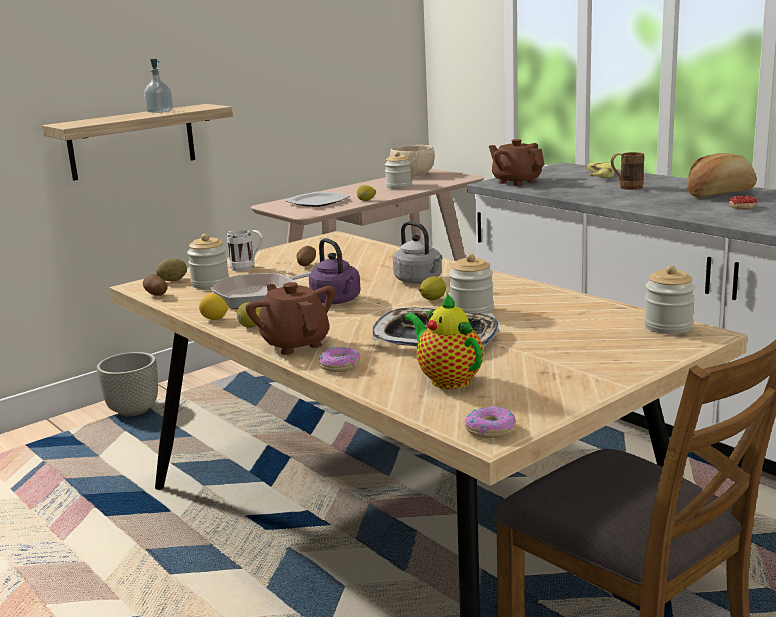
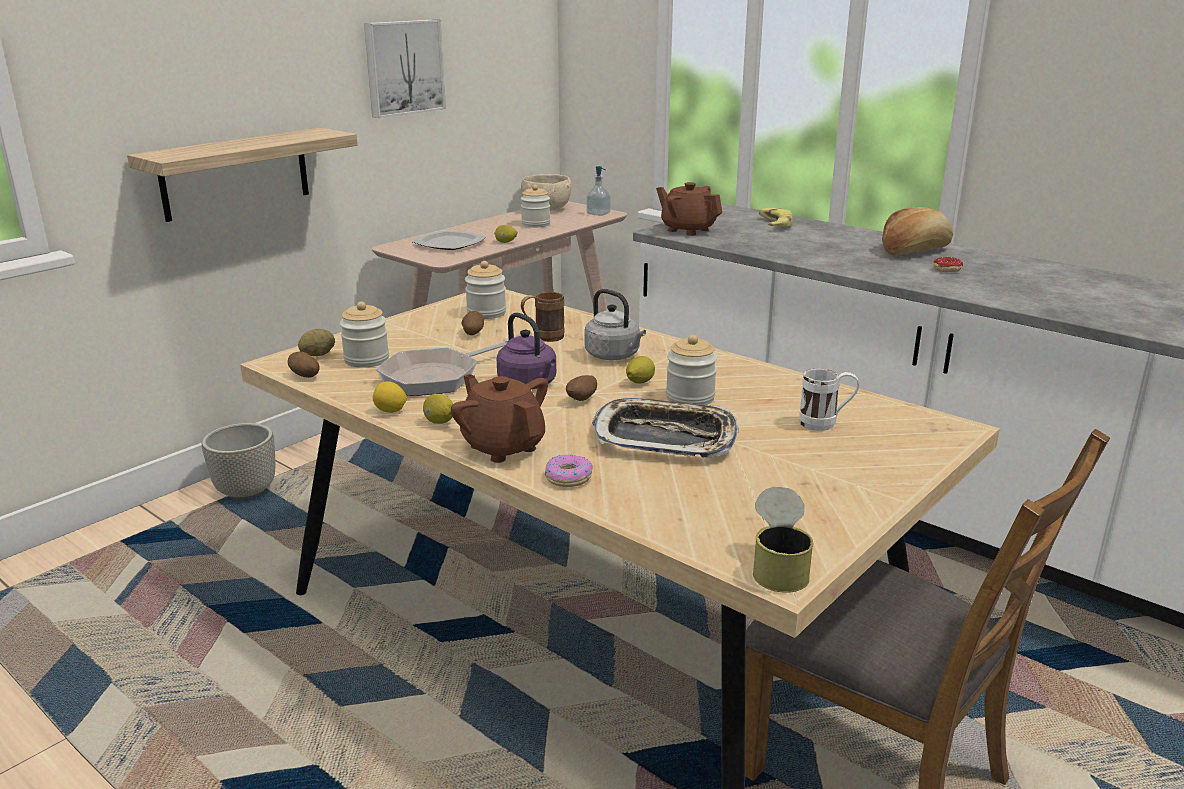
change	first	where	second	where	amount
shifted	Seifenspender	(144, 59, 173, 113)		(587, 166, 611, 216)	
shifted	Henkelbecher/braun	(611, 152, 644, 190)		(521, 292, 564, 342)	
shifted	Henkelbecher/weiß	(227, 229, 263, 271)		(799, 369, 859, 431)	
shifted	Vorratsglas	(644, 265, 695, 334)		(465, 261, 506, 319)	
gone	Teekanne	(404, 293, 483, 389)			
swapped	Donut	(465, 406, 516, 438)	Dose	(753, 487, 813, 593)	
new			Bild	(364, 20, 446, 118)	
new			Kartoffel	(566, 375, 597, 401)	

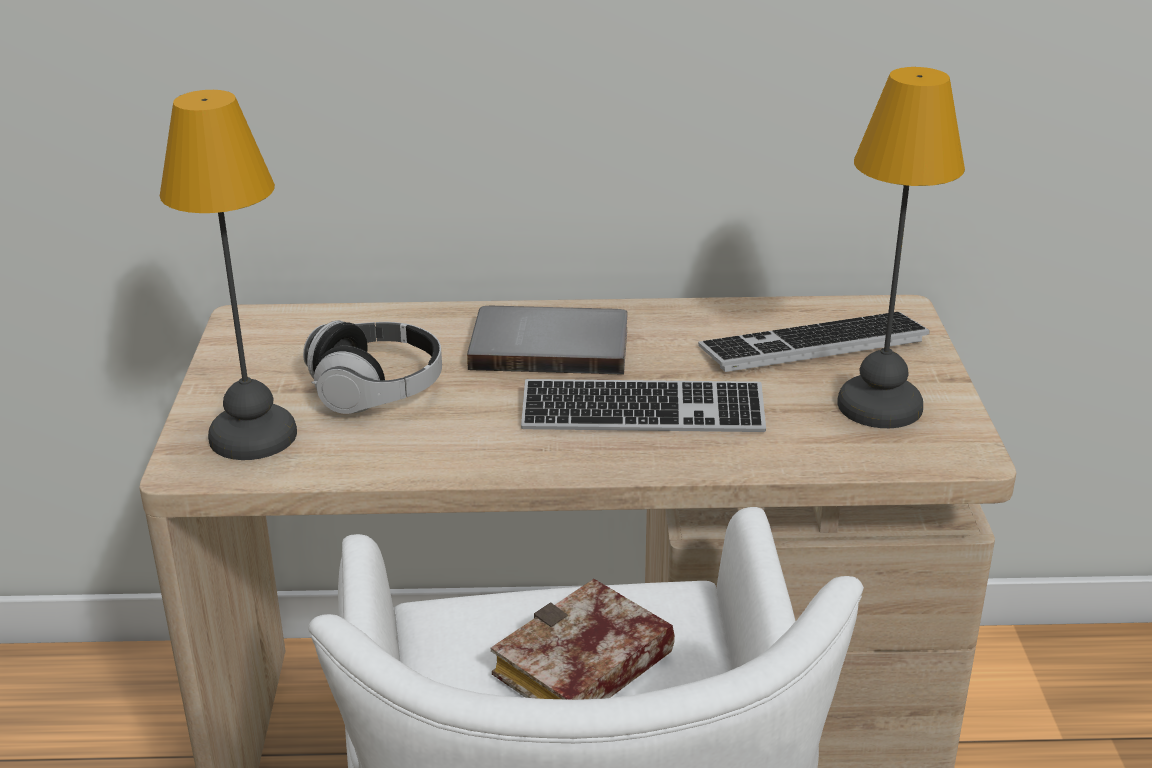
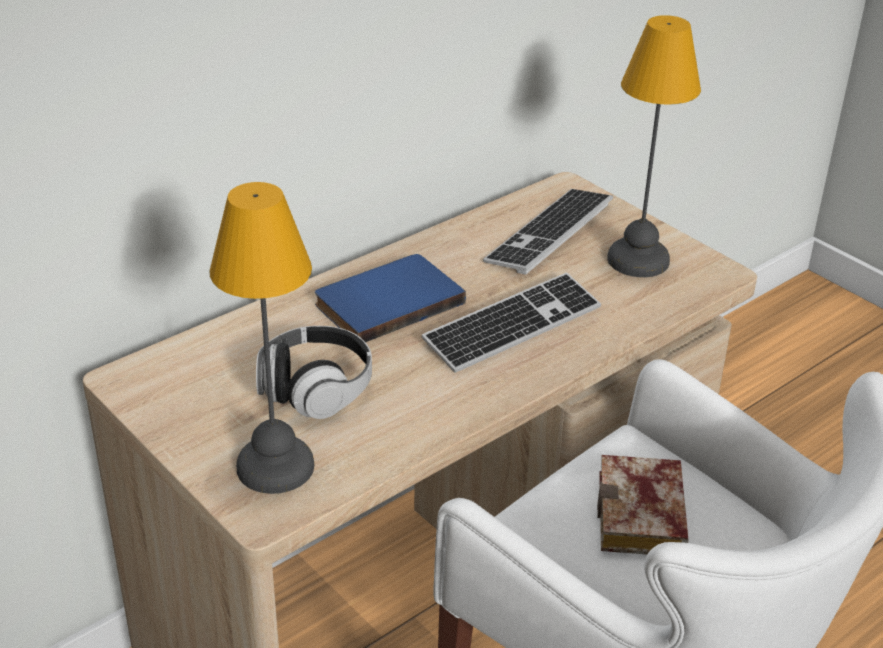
change	first	where	second	where	amount
repainted	Buch/grau	(467, 306, 628, 374)	Buch/blau	(315, 254, 466, 342)	

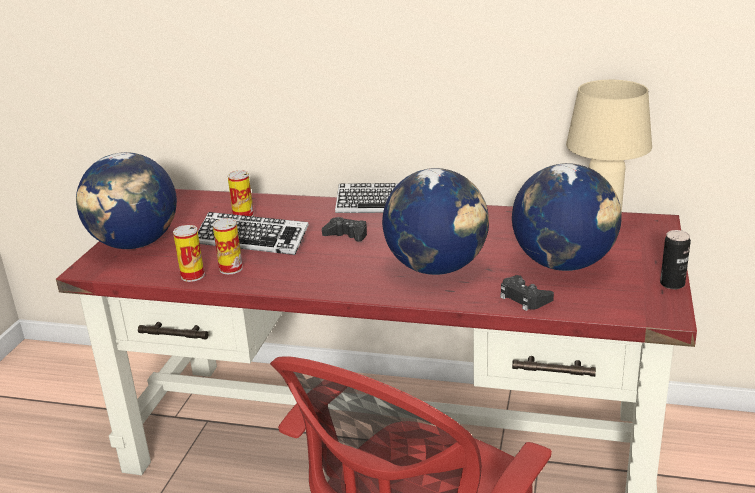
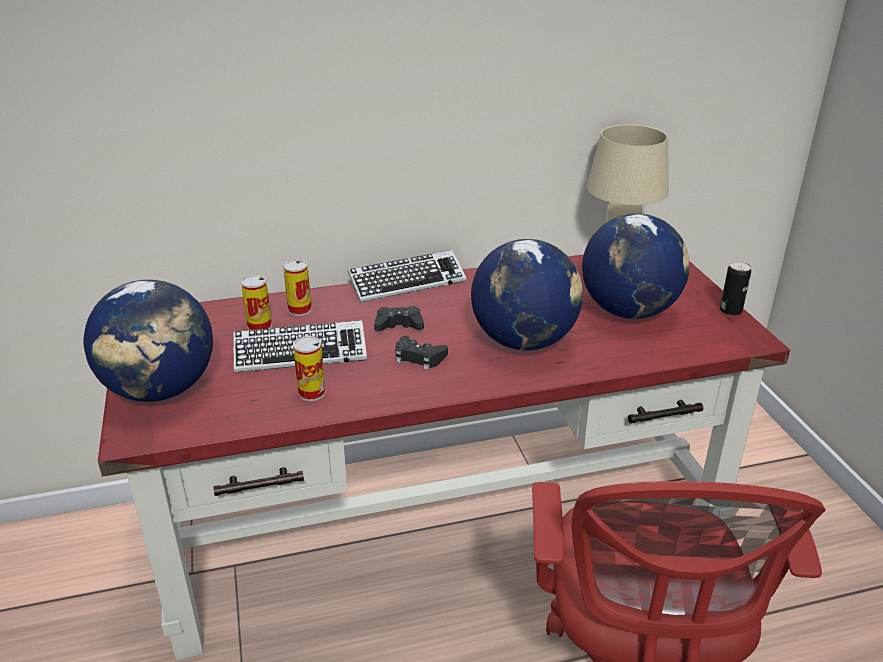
change	first	where	second	where	amount
shifted	Dose	(173, 225, 205, 282)		(283, 259, 312, 316)	
shifted	Gamepad/schwarz	(500, 275, 554, 311)		(396, 336, 448, 370)	

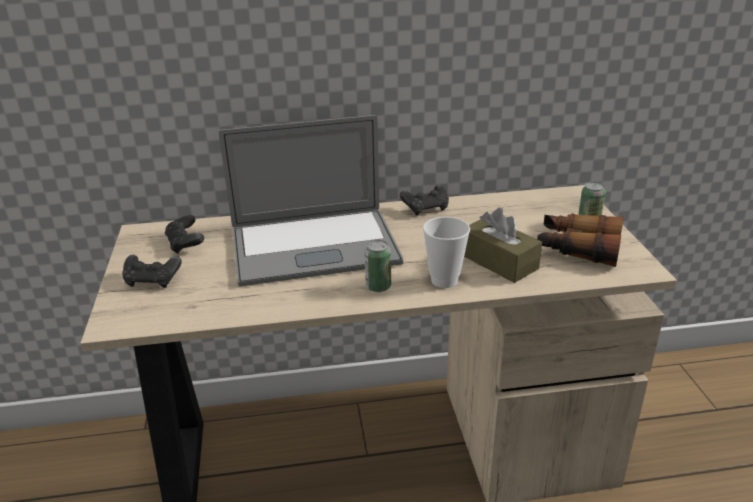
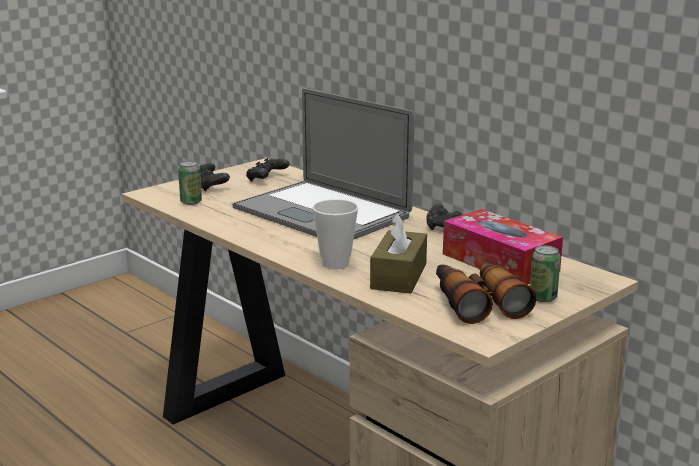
change	first	where	second	where	amount
shifted	Dose	(365, 240, 391, 292)		(178, 161, 202, 205)	
new			Taschentuchbox	(443, 209, 563, 285)	

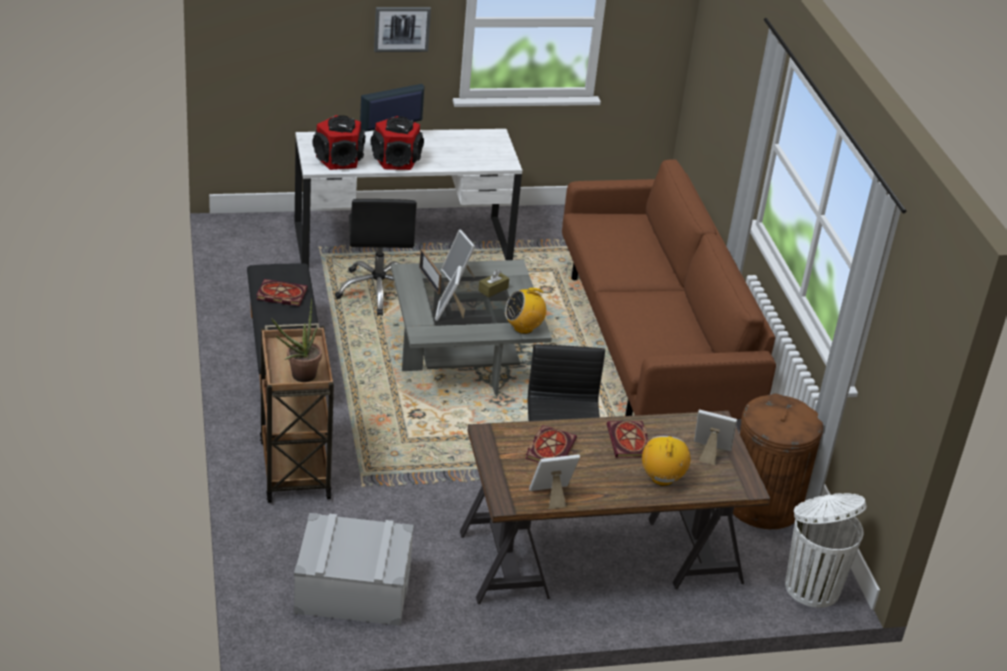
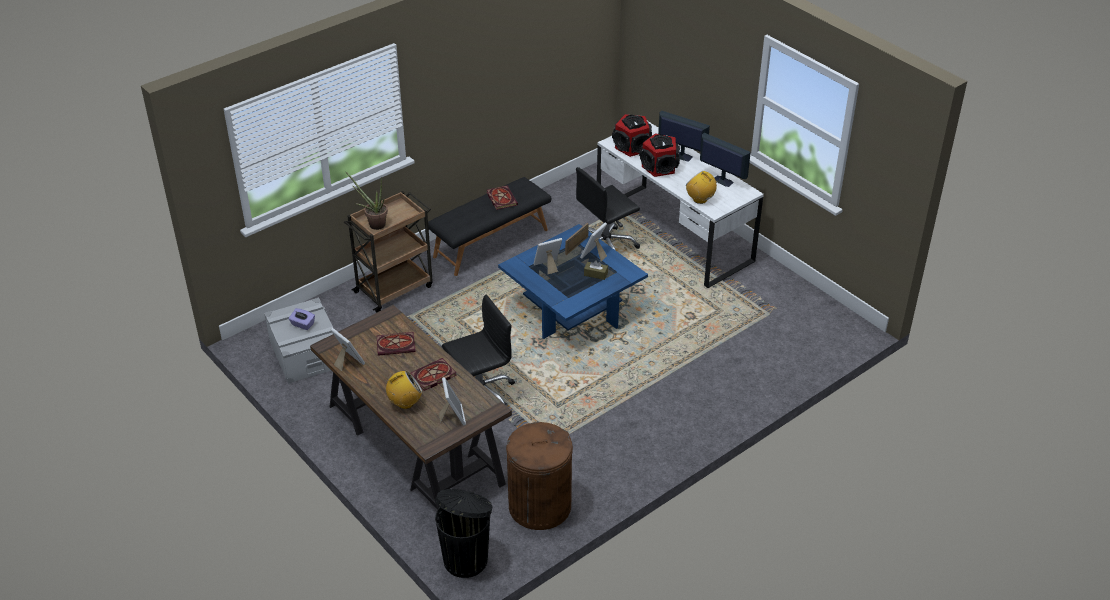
change	first	where	second	where	amount
gone	Bild	(374, 7, 431, 52)			
gone	Sofa/braun	(562, 159, 776, 419)			
repainted	Couchtisch/grau	(391, 260, 552, 395)	Couchtisch/blau	(498, 224, 648, 339)	
shifted	Radio	(505, 287, 546, 334)		(686, 171, 720, 204)	
repainted	Mülleimer/weiß	(785, 493, 867, 608)	Mülleimer/schwarz	(435, 489, 492, 578)	
new			Monitor	(700, 133, 751, 187)	
new			Taschentuchbox/lila	(289, 308, 315, 330)	

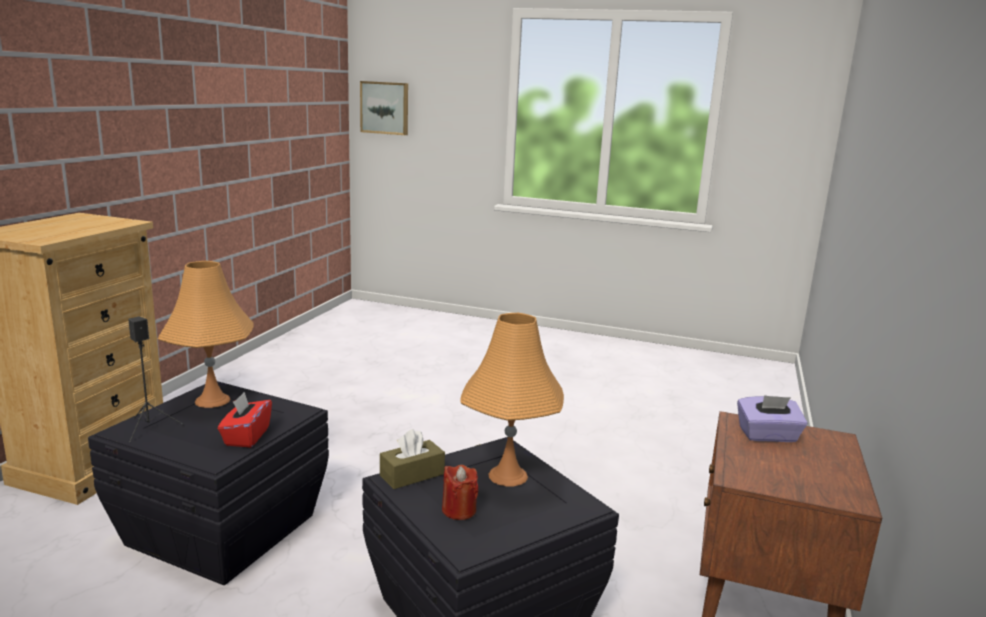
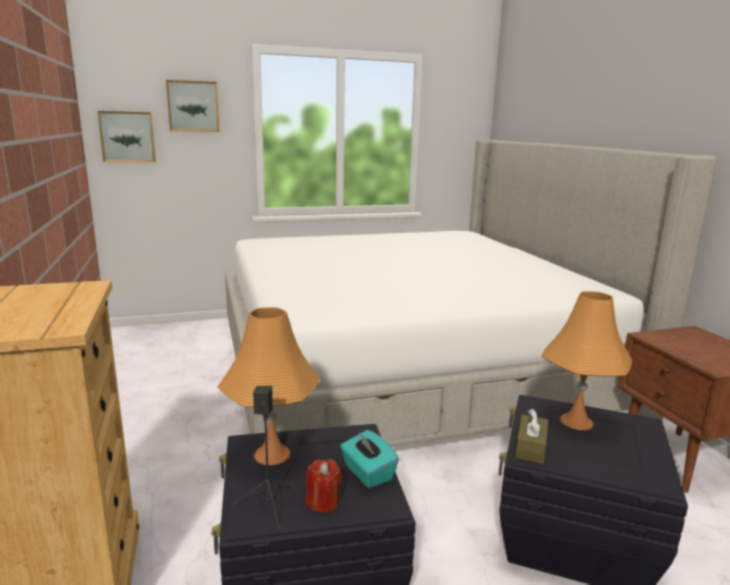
change	first	where	second	where	amount
repainted	Taschentuchbox/rot	(218, 392, 272, 448)	Taschentuchbox/türkis	(340, 430, 399, 489)	
gone	Taschentuchbox/lila	(737, 395, 807, 442)			
shifted	Kerze/rot	(442, 465, 478, 520)		(306, 459, 342, 513)	
new			Bild	(166, 80, 220, 132)	
new			Bett	(225, 140, 717, 447)	

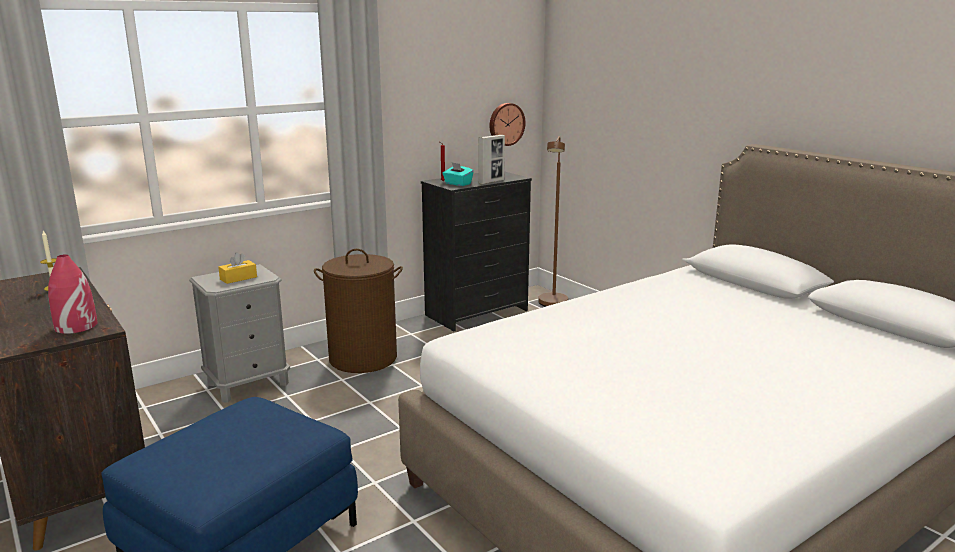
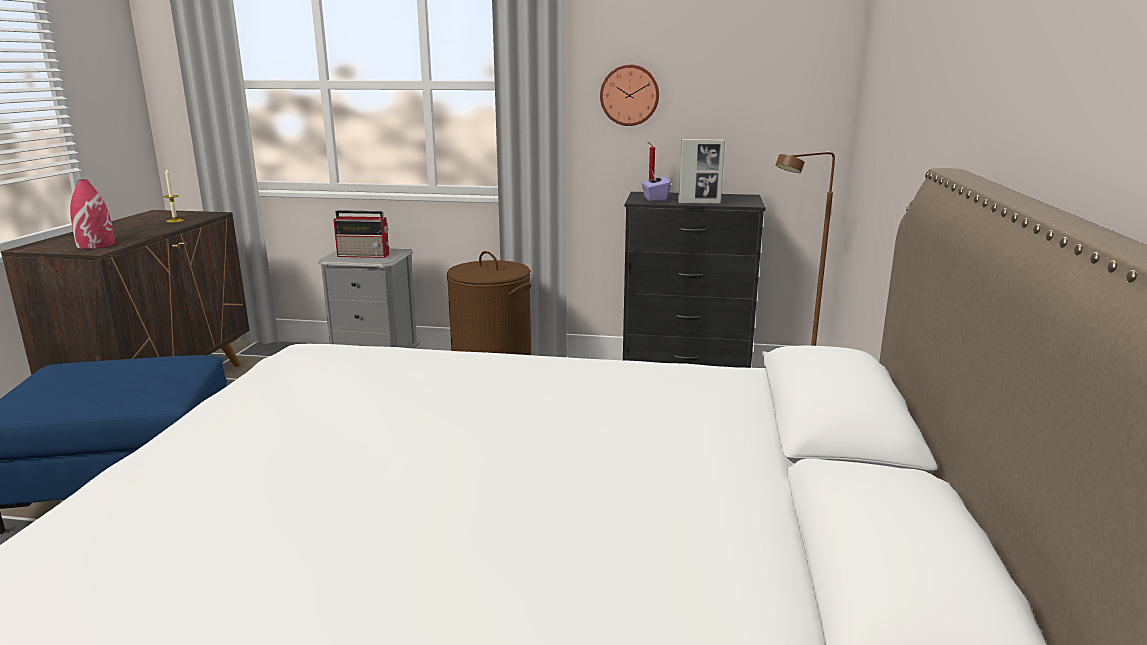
change	first	where	second	where	amount
shifted	Wanduhr	(490, 103, 526, 146)		(600, 65, 659, 126)	
repainted	Taschentuchbox/türkis	(442, 162, 474, 186)	Taschentuchbox/lila	(642, 171, 671, 202)	
swapped	Taschentuchbox/gelb	(218, 252, 257, 284)	Radio	(334, 210, 389, 258)	

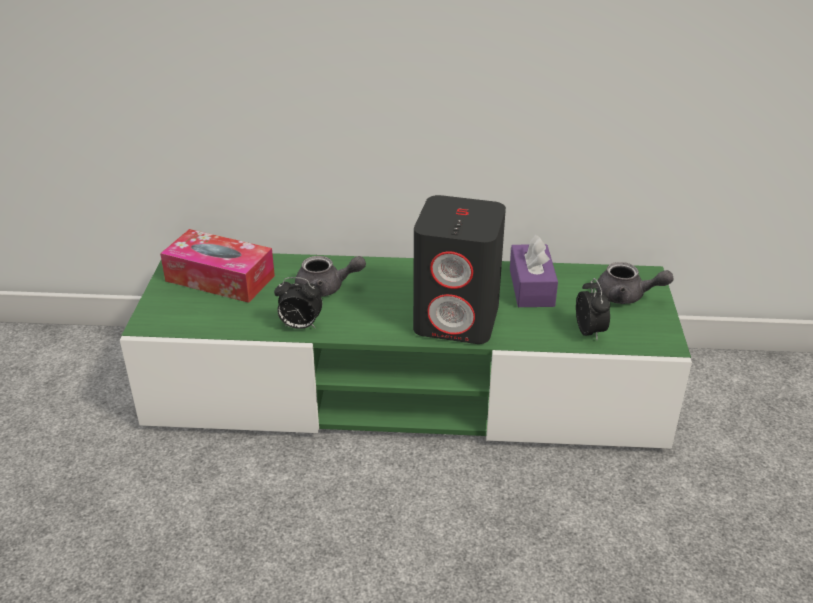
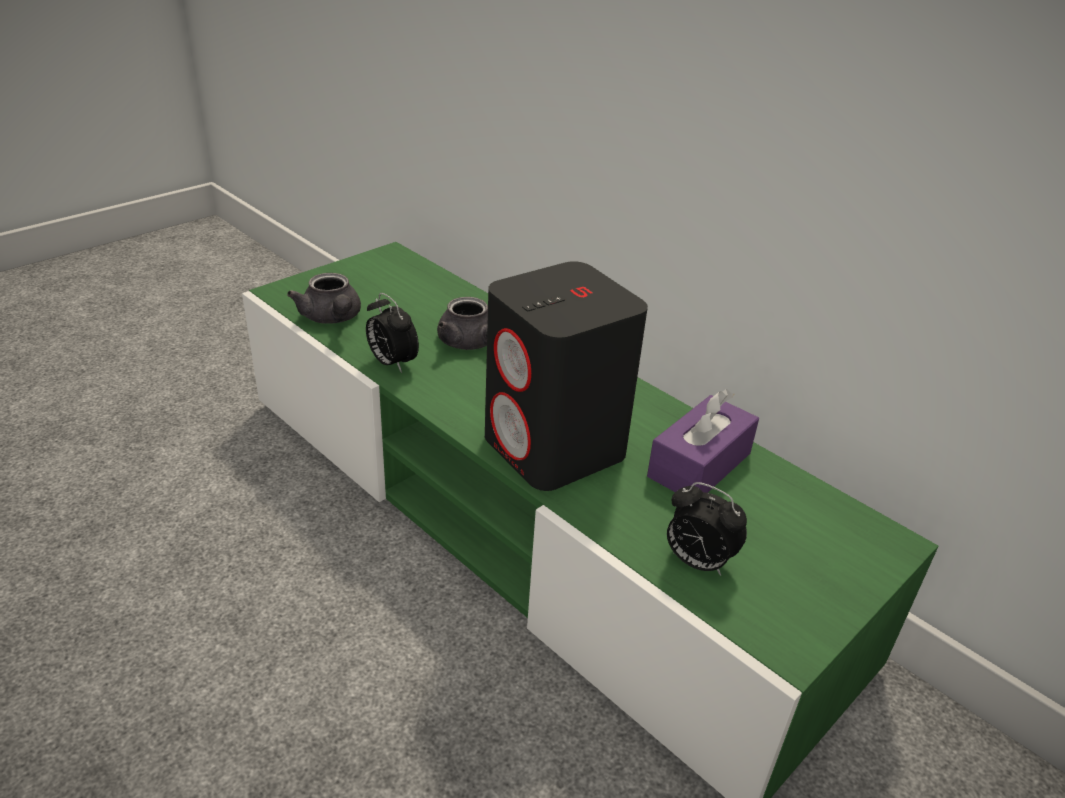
change	first	where	second	where	amount
gone	Taschentuchbox	(160, 229, 275, 303)			
shifted	Teekanne/grau	(596, 262, 673, 304)		(287, 273, 361, 324)	
rotated	Wecker	(576, 278, 610, 340)		(667, 482, 747, 576)	90 degrees clockwise

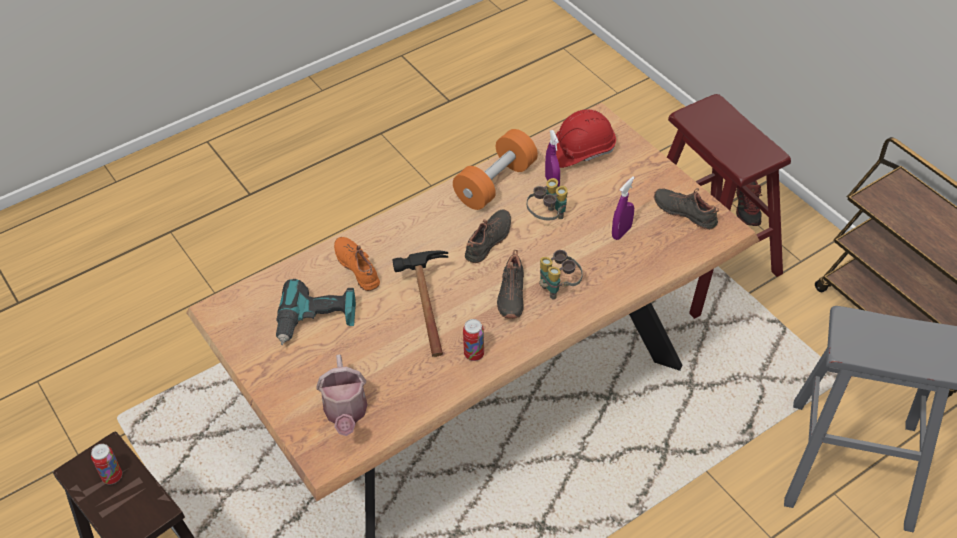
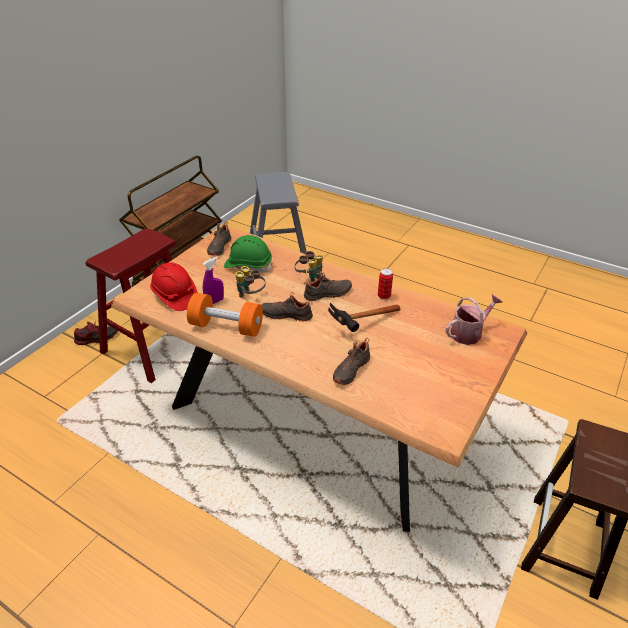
change	first	where	second	where	amount
swapped	Sprühflasche/lila	(612, 176, 635, 240)	Schutzhelm/grün	(224, 235, 273, 273)	
repainted	Schuh/orange	(334, 237, 380, 291)	Schuh/schwarz	(333, 338, 370, 385)	
gone	Bohrmaschine	(276, 279, 356, 345)			
gone	Dose	(91, 444, 122, 484)			

